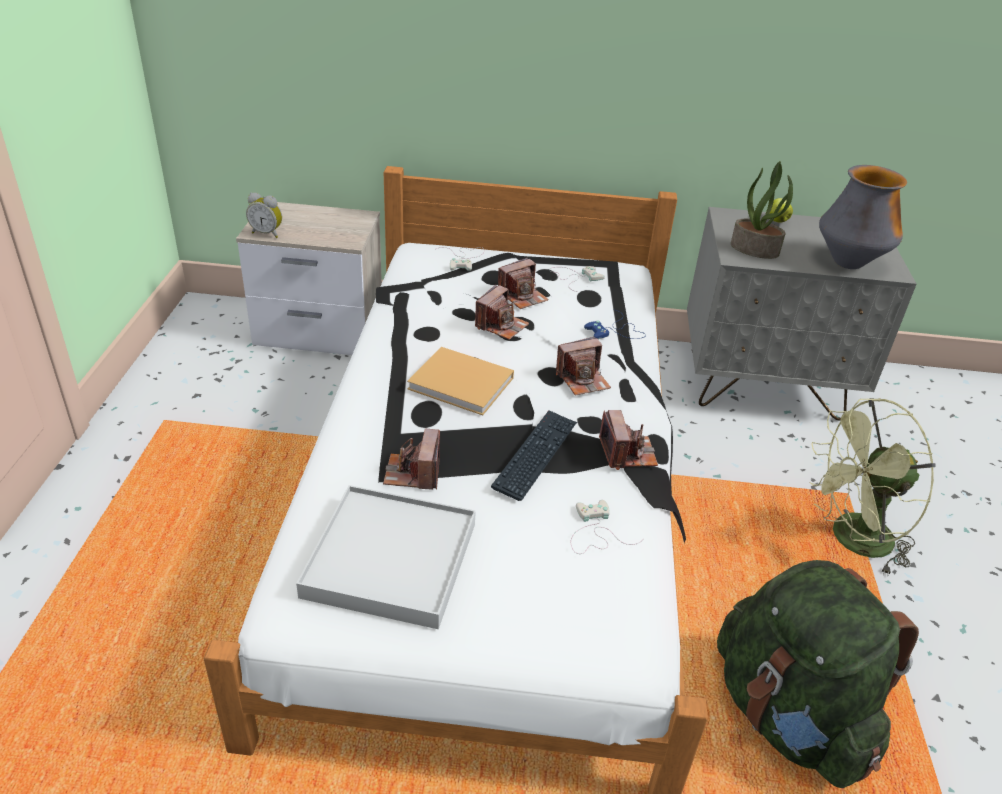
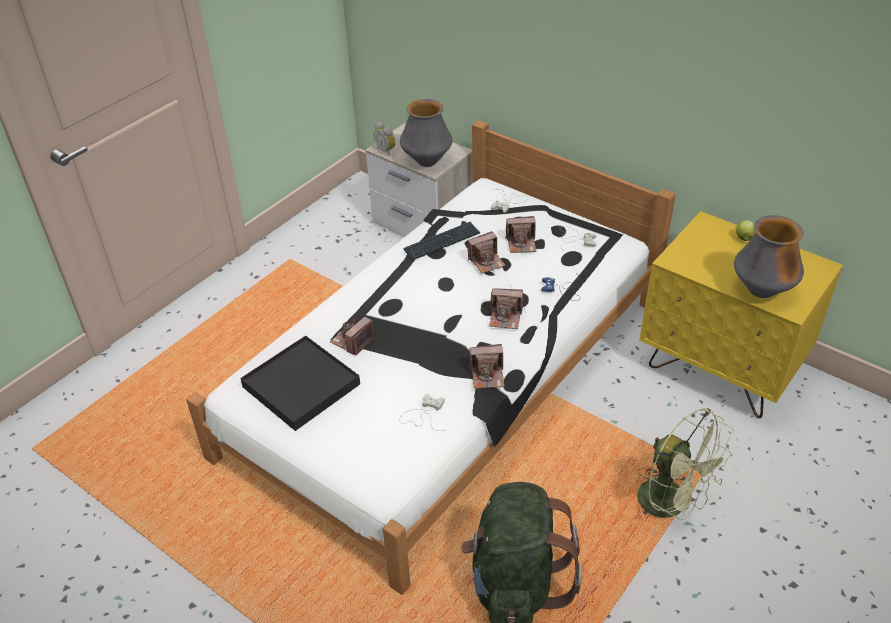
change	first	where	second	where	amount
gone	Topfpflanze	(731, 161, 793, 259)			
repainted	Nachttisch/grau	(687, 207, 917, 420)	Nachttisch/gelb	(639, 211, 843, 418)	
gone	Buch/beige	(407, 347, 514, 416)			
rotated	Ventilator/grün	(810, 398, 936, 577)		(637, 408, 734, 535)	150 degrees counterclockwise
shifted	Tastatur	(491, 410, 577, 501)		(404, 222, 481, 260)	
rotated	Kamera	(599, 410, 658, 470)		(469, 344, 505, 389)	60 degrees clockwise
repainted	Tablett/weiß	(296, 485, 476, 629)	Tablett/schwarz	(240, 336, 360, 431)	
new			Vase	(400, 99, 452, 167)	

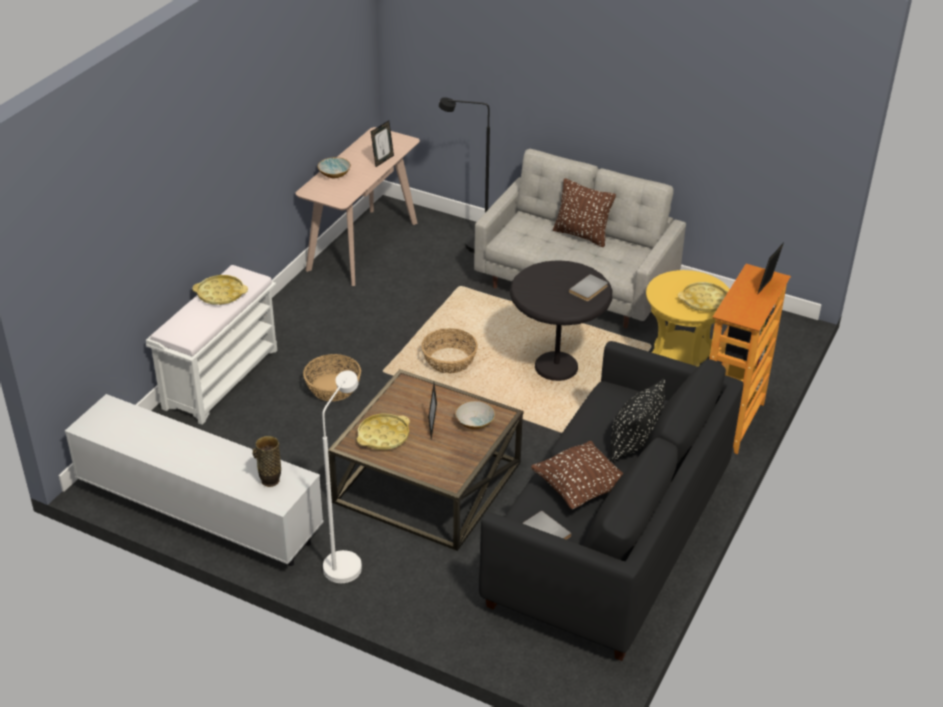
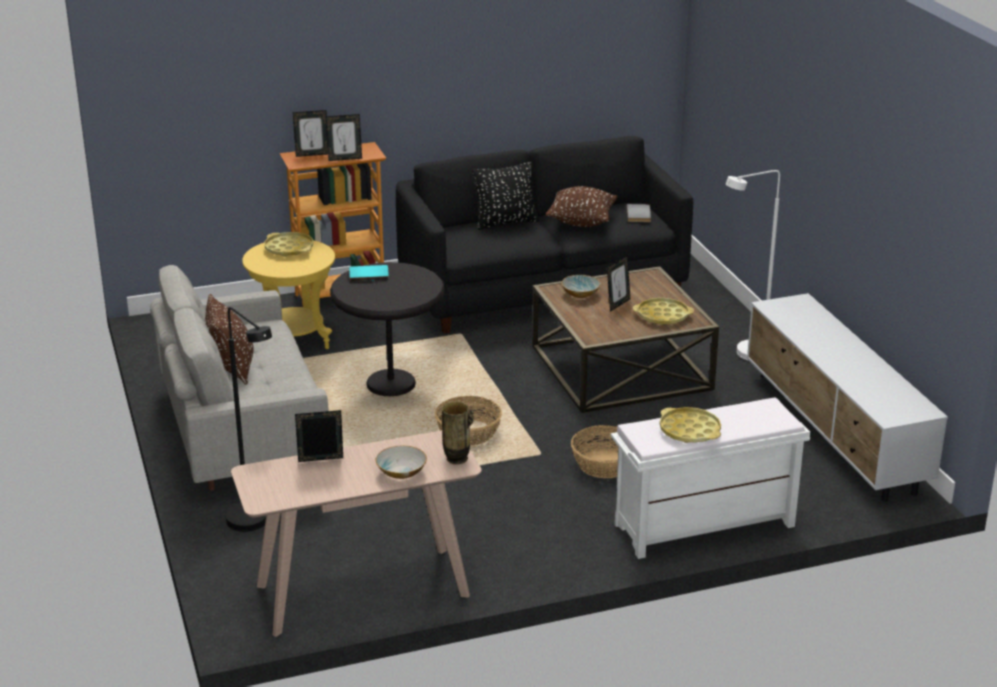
change	first	where	second	where	amount
repainted	Buch/grau	(569, 274, 608, 301)	Buch/türkis	(349, 265, 389, 282)	
shifted	Vase	(252, 436, 281, 487)		(439, 401, 474, 465)	
new			Bilderrahmen	(326, 114, 362, 161)	

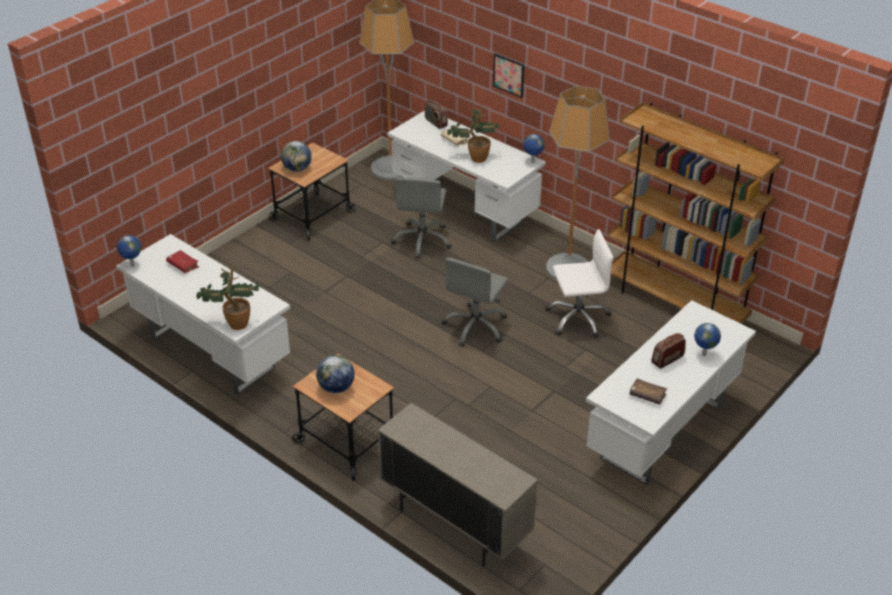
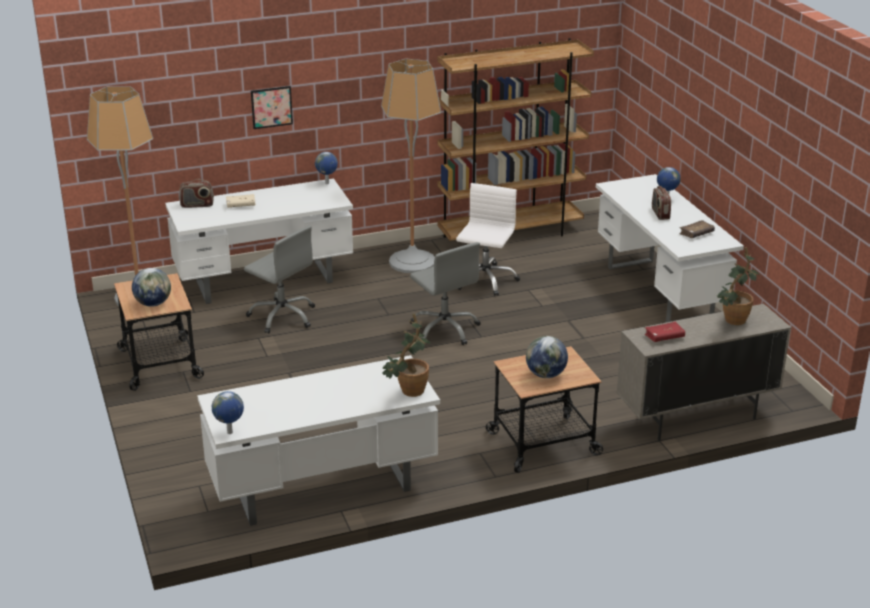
change	first	where	second	where	amount
shifted	Topfpflanze	(447, 105, 500, 163)		(717, 247, 760, 325)	
shifted	Buch/rot	(166, 250, 199, 273)		(645, 322, 685, 342)	

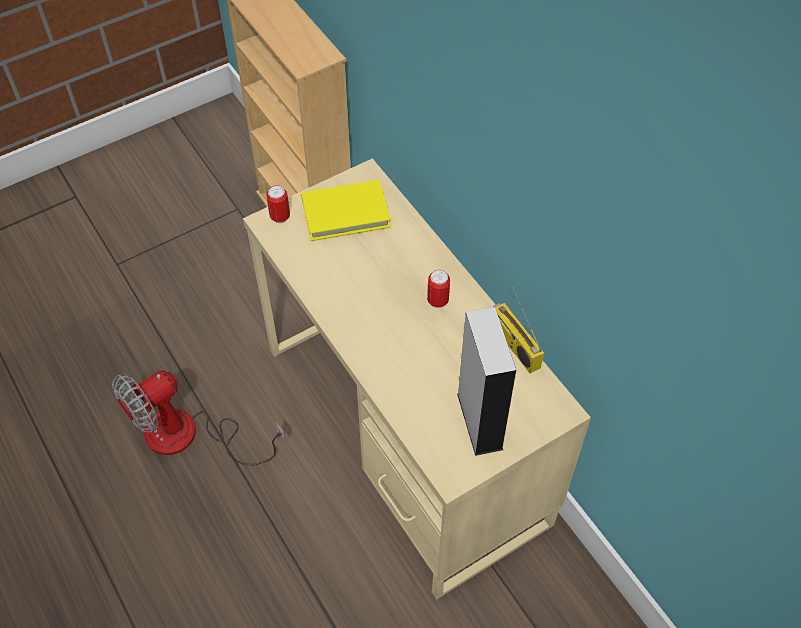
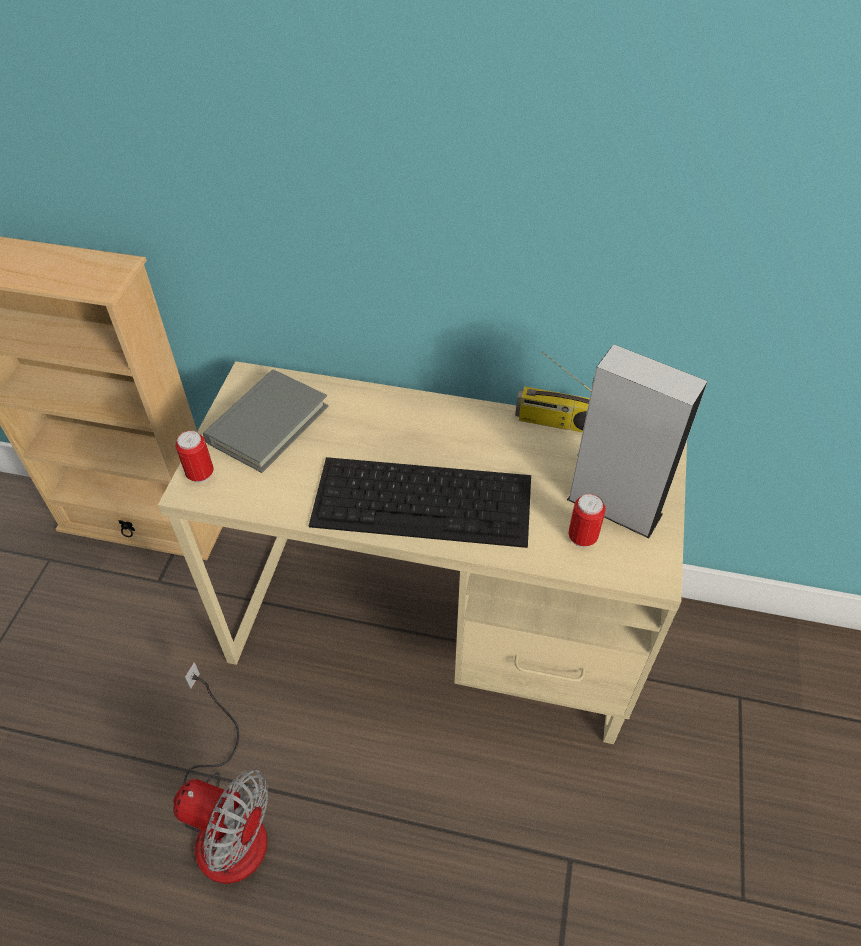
change	first	where	second	where	amount
repainted	Buch/gelb	(301, 180, 391, 241)	Buch/grau	(203, 370, 328, 473)	
shifted	Dose	(427, 270, 450, 308)		(568, 494, 606, 547)	
rotated	Ventilator	(112, 370, 286, 465)		(173, 662, 268, 884)	75 degrees counterclockwise
new			Tastatur	(309, 457, 531, 548)	

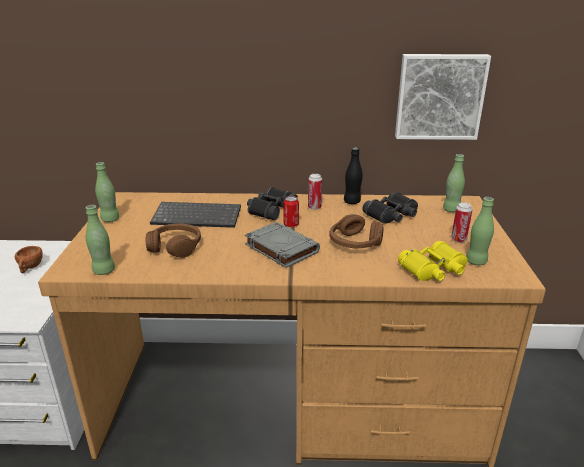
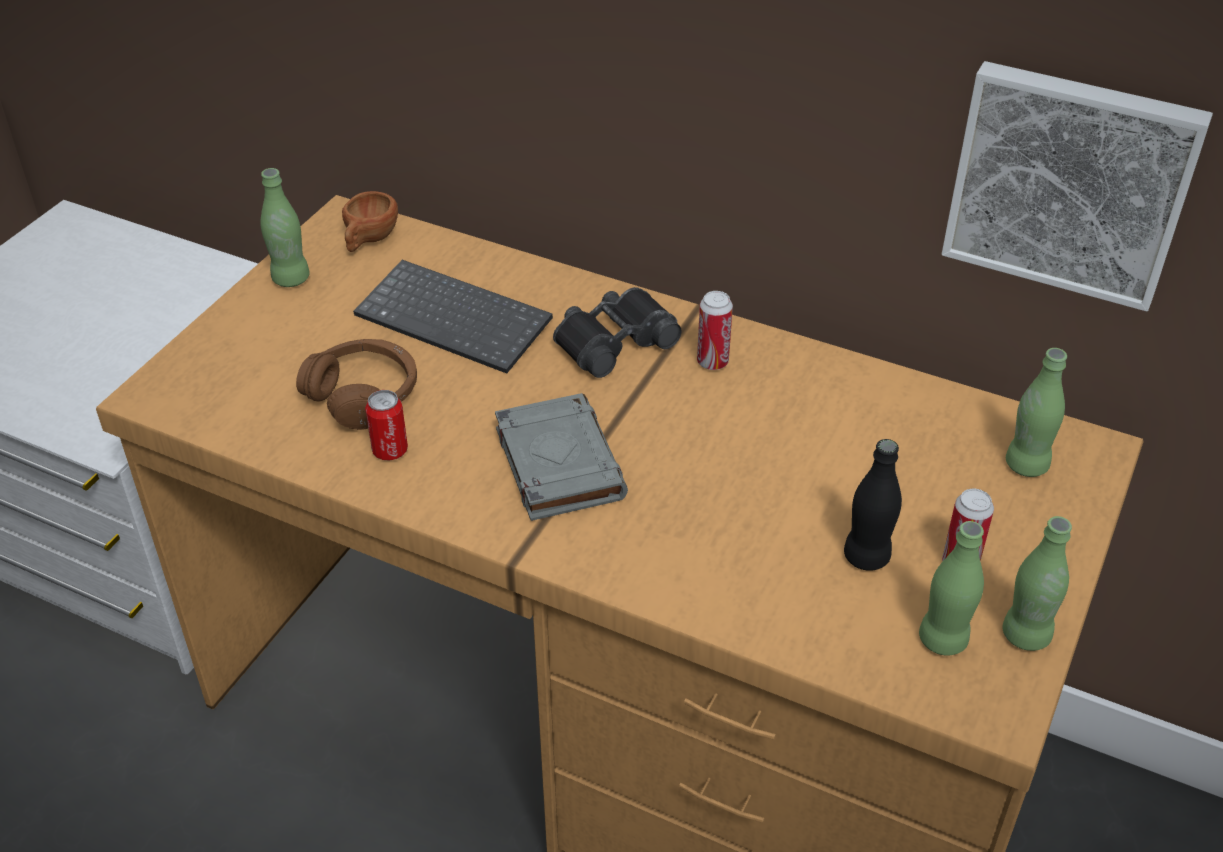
change	first	where	second	where	amount
shifted	Flasche/schwarz	(344, 148, 363, 204)		(844, 439, 902, 571)	
gone	Fernglas/schwarz	(362, 192, 418, 224)			
shifted	Dose	(283, 196, 299, 227)		(365, 390, 408, 461)	
shifted	Flasche/grün	(86, 205, 115, 275)		(1002, 516, 1072, 651)	
gone	Kopfhörer/braun	(330, 214, 383, 249)			
gone	Fernglas/gelb	(398, 241, 468, 281)			
shifted	Tasse/braun	(15, 246, 43, 274)		(342, 191, 398, 252)	

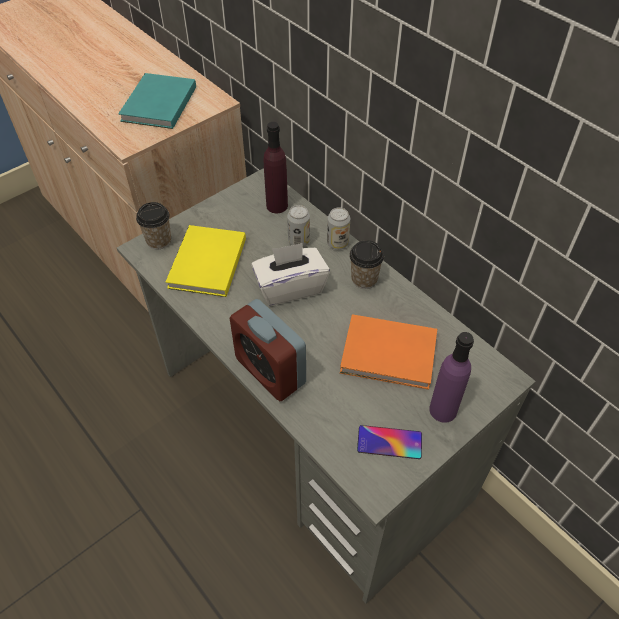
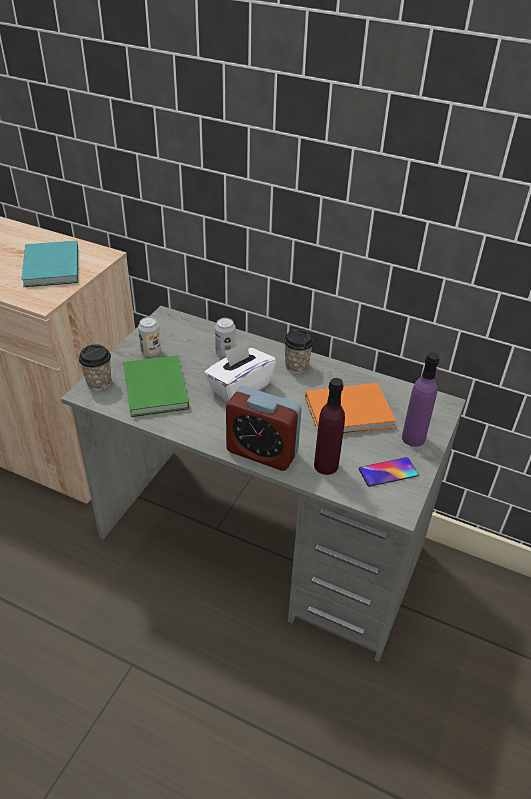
change	first	where	second	where	amount
shifted	Flasche/lila	(264, 122, 288, 213)		(314, 378, 345, 475)	
shifted	Dose	(327, 207, 350, 250)		(138, 317, 161, 357)	
repainted	Buch/gelb	(166, 225, 246, 297)	Buch/grün	(123, 355, 189, 417)	

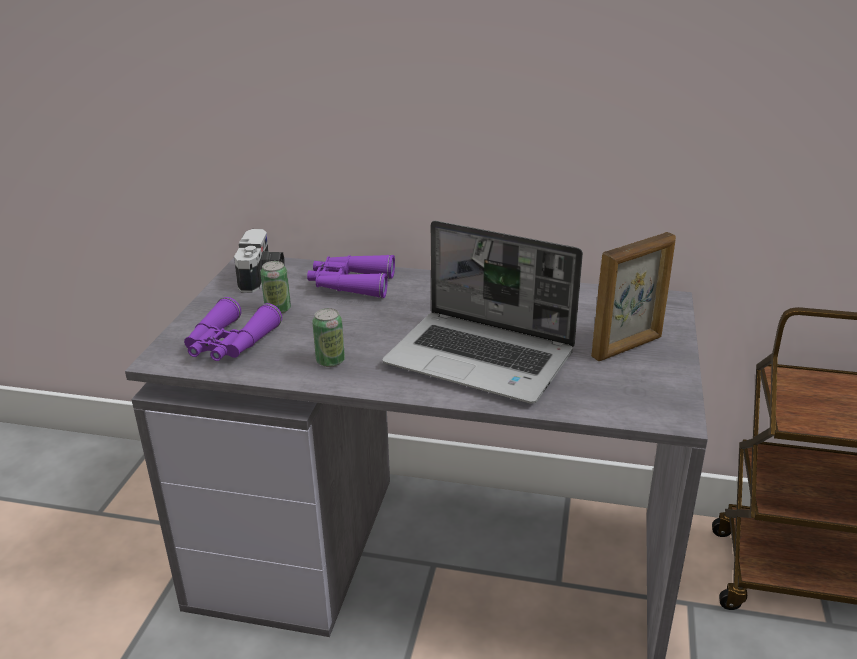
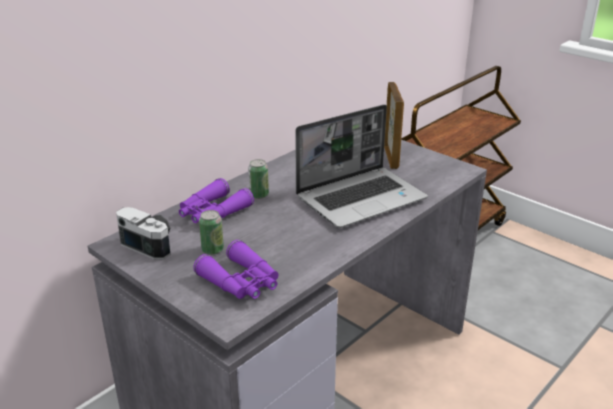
change	first	where	second	where	amount
shifted	Dose	(312, 308, 345, 367)		(248, 159, 269, 199)	

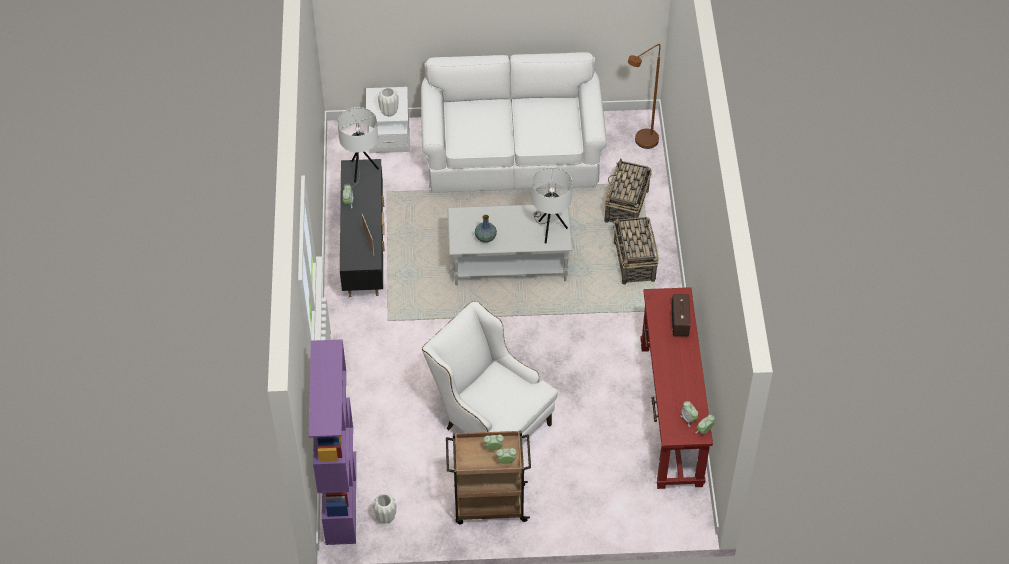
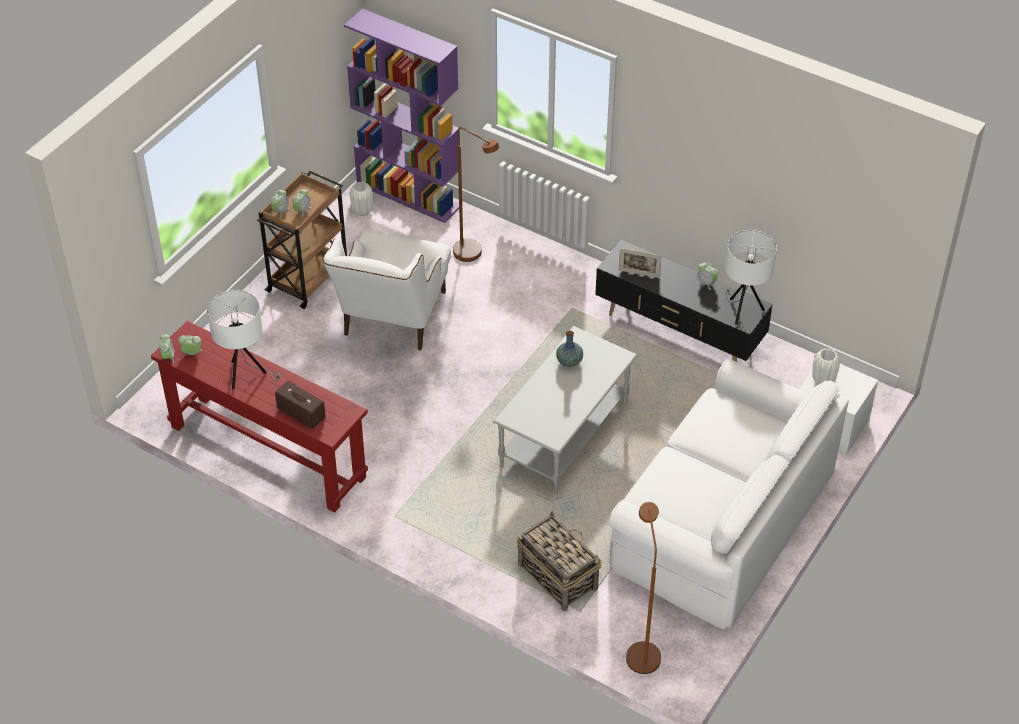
change	first	where	second	where	amount
shifted	Tischlampe/weiß	(532, 167, 572, 244)		(207, 290, 281, 390)	
gone	Korb	(613, 217, 659, 284)			
rotated	Sessel/weiß	(422, 301, 557, 443)		(323, 230, 451, 350)	120 degrees clockwise
new			Stehlampe/braun	(453, 127, 499, 262)	

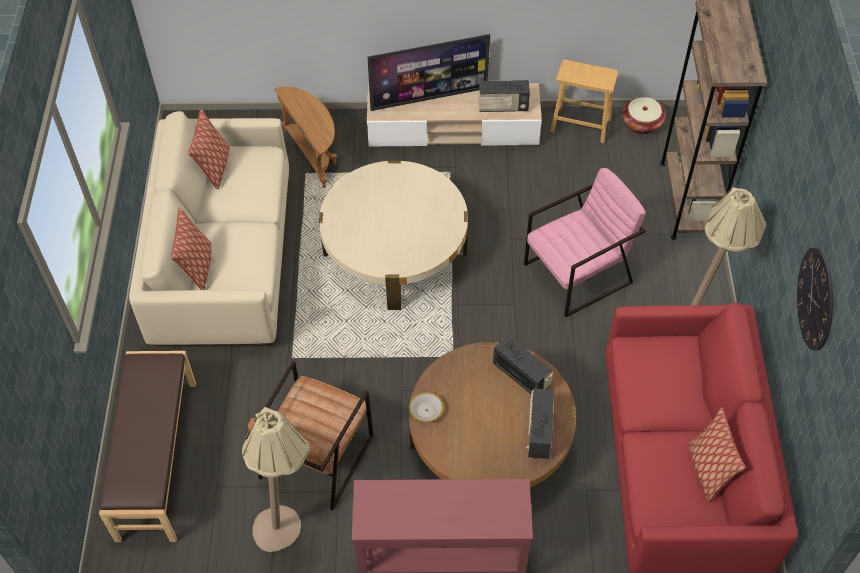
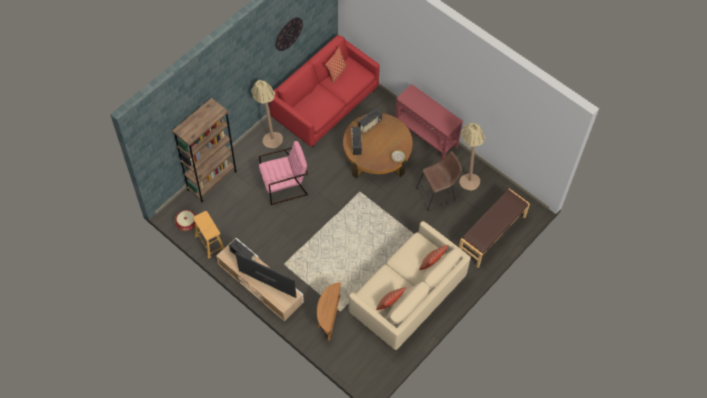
change	first	where	second	where	amount
gone	Couchtisch/beige	(319, 161, 468, 310)			
rotated	Sessel/rosa	(524, 168, 646, 317)		(259, 141, 308, 205)	150 degrees clockwise
swapped	Sessel/braun	(246, 360, 373, 510)	Hocker/braun	(416, 151, 462, 211)	

